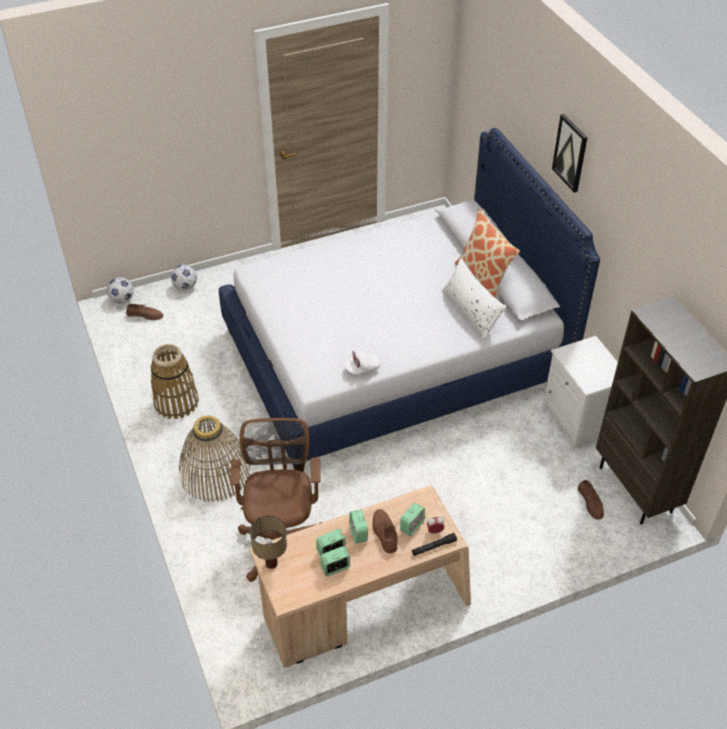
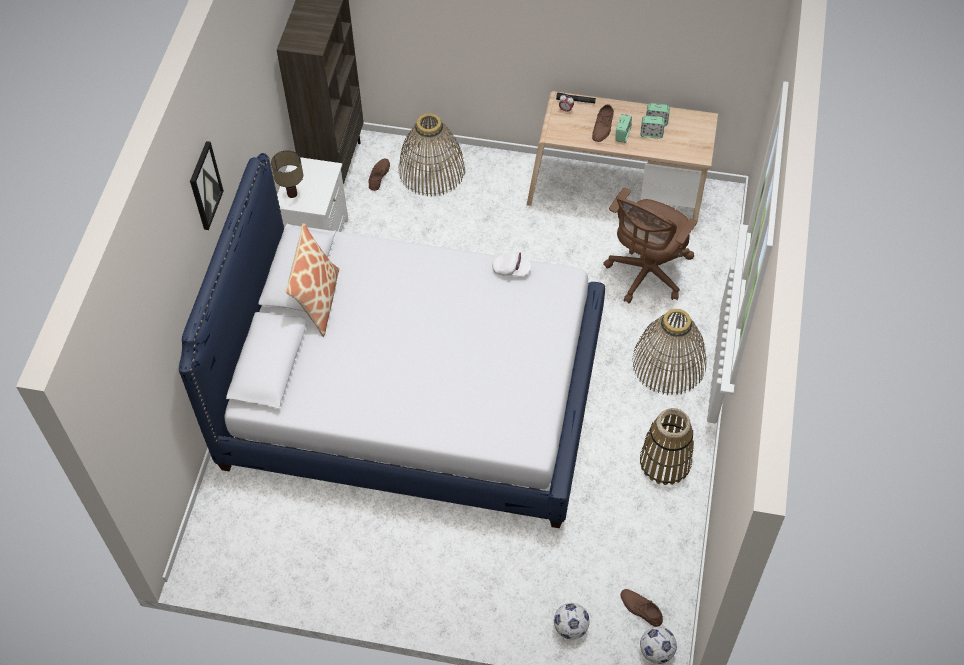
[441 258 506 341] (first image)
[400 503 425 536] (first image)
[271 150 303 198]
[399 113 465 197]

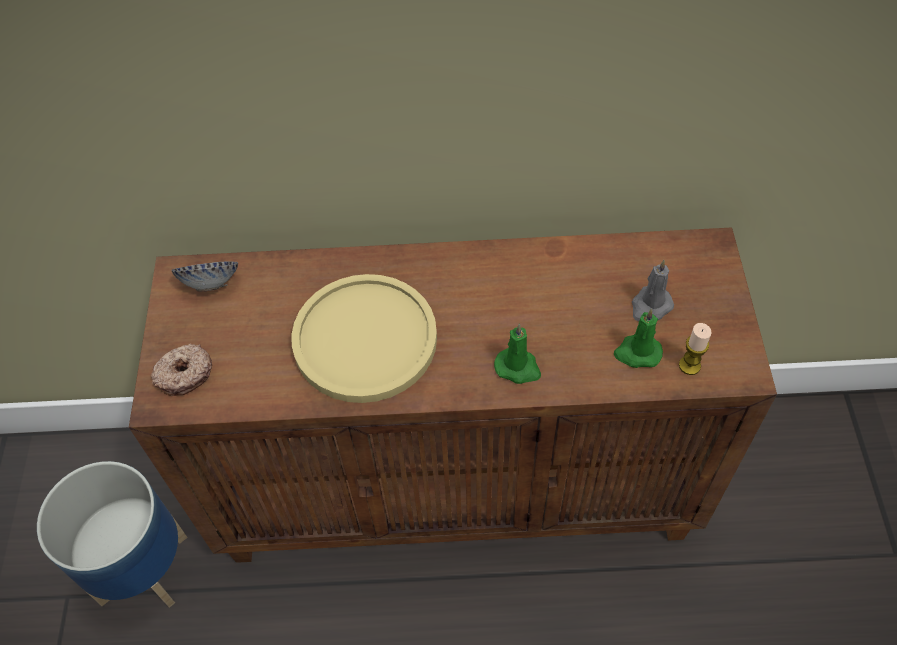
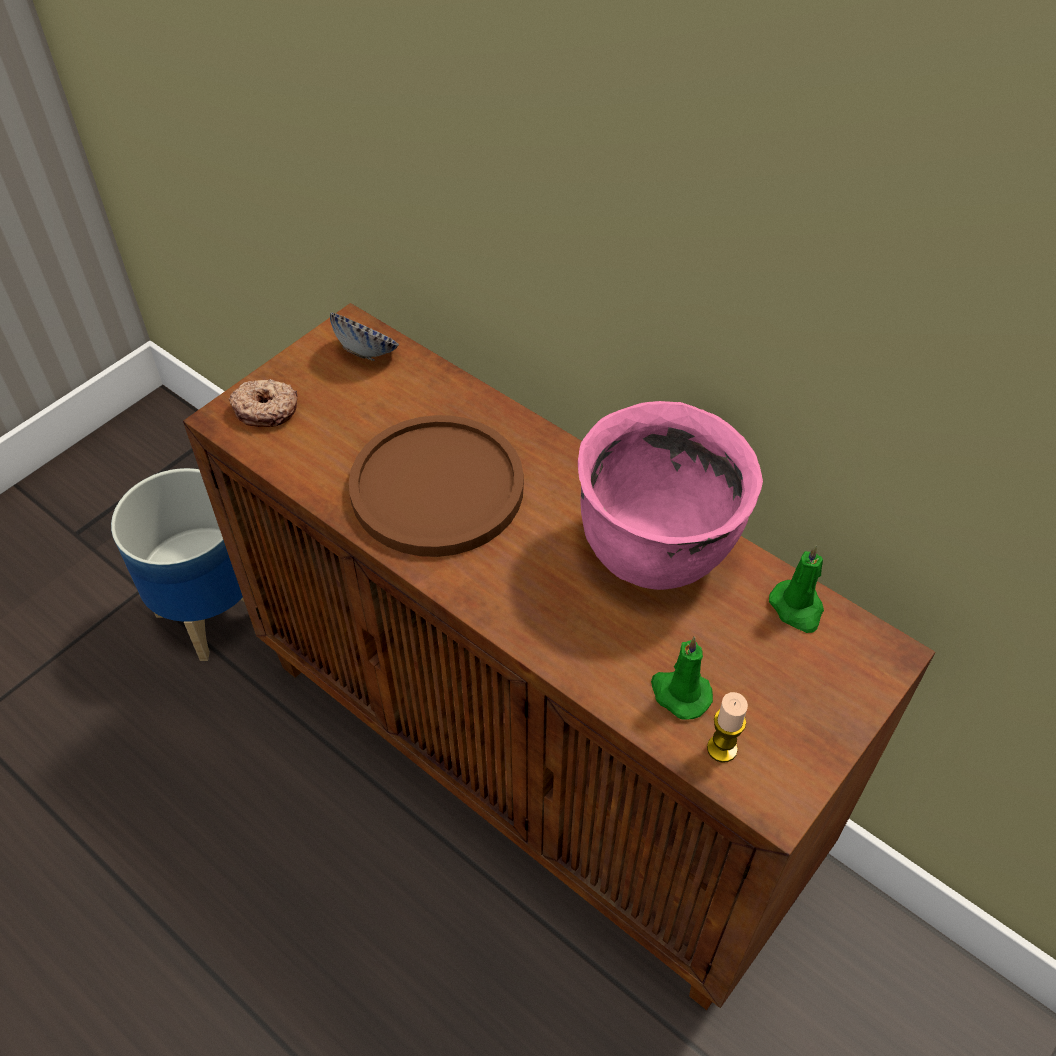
[632 260 674 322] (first image)
[349 415 524 557]
[769 545 824 633]
[578 401 763 590]

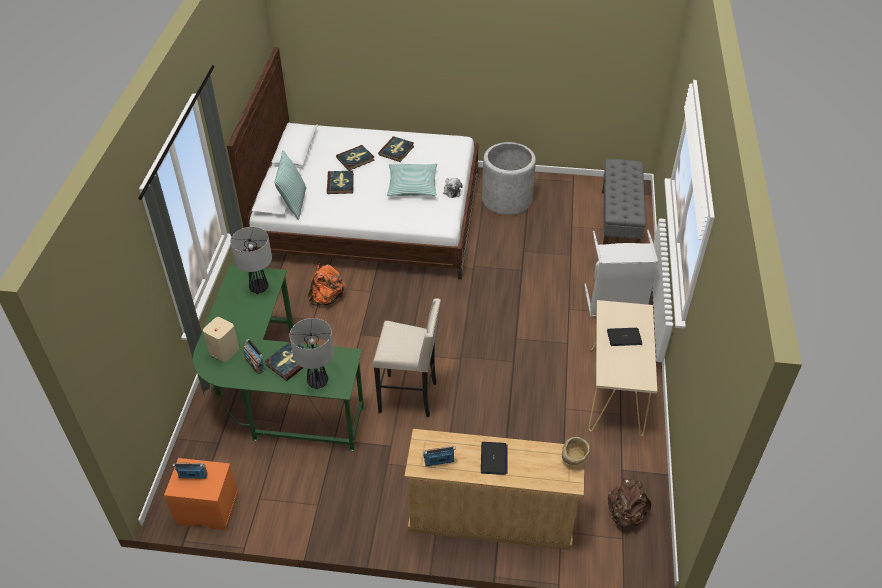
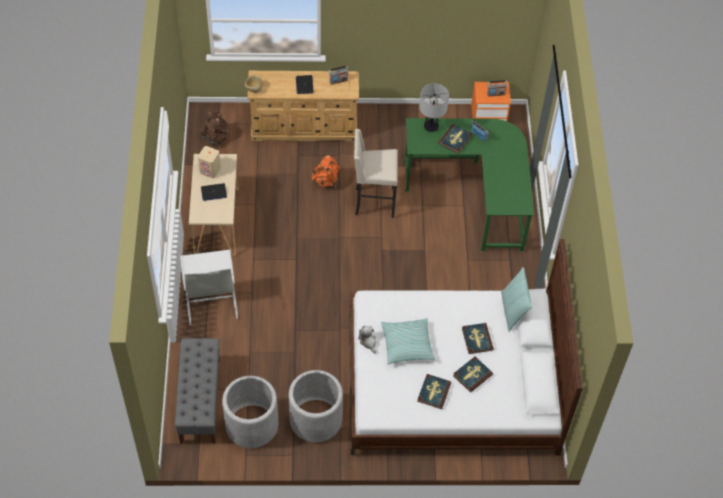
[230 227 272 294] (first image)
[312 155 340 189]
[198 146 221 178]
[222 376 278 448]

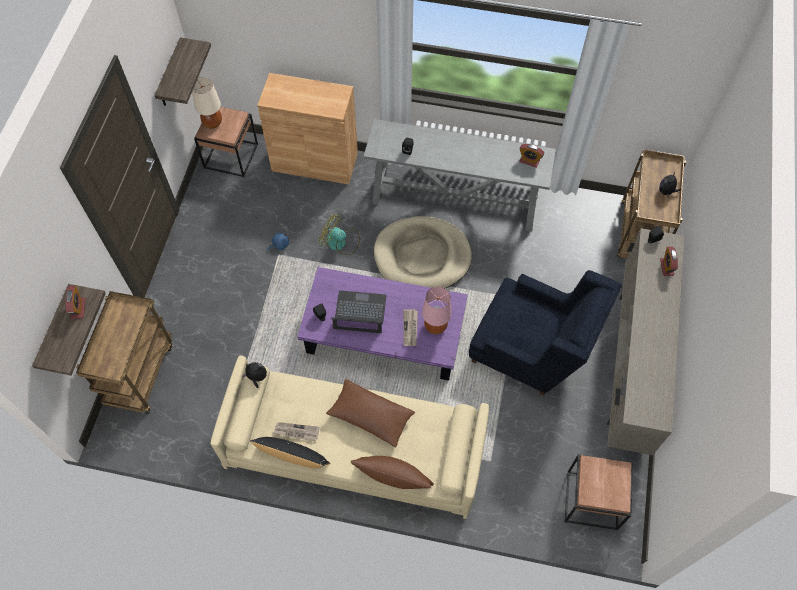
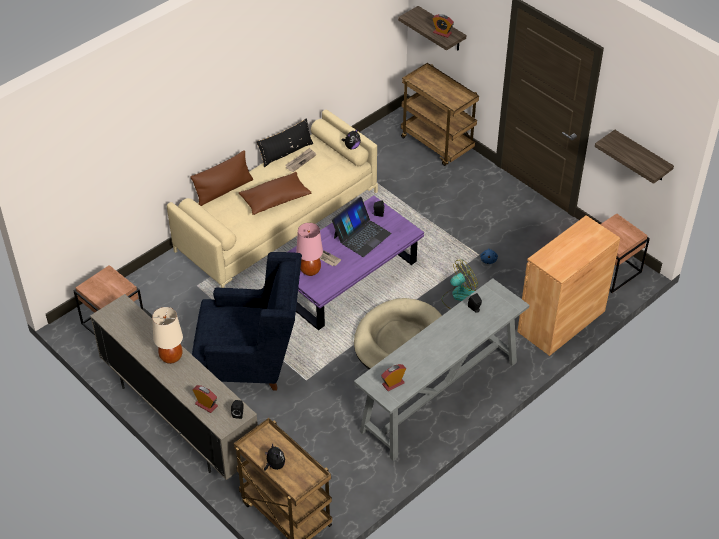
[152 307 183 364]
[192 252 302 391]

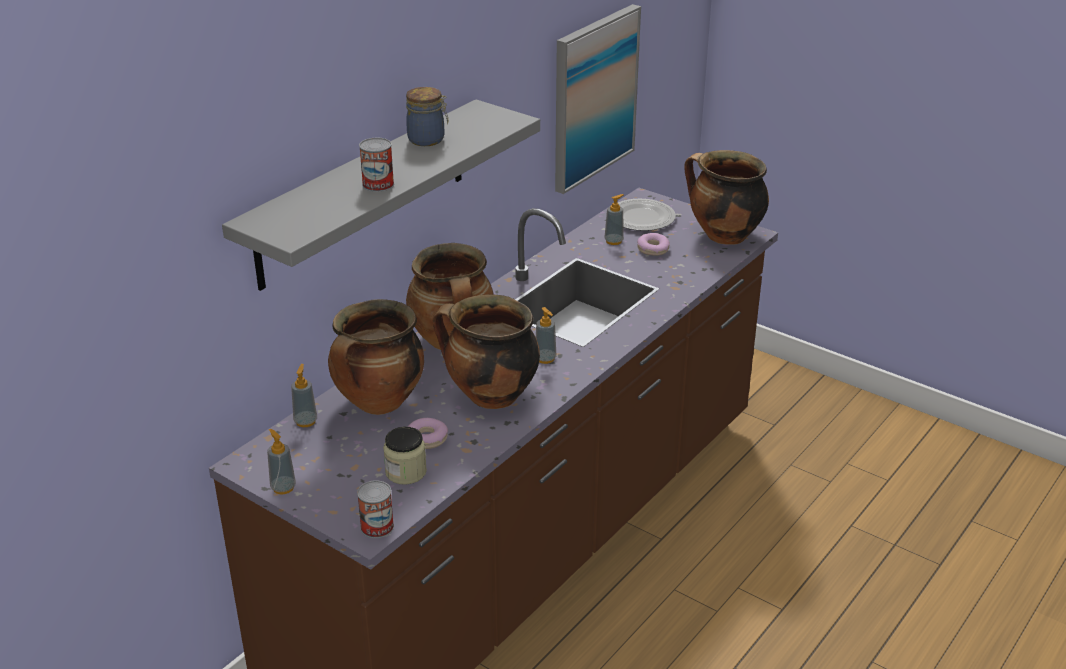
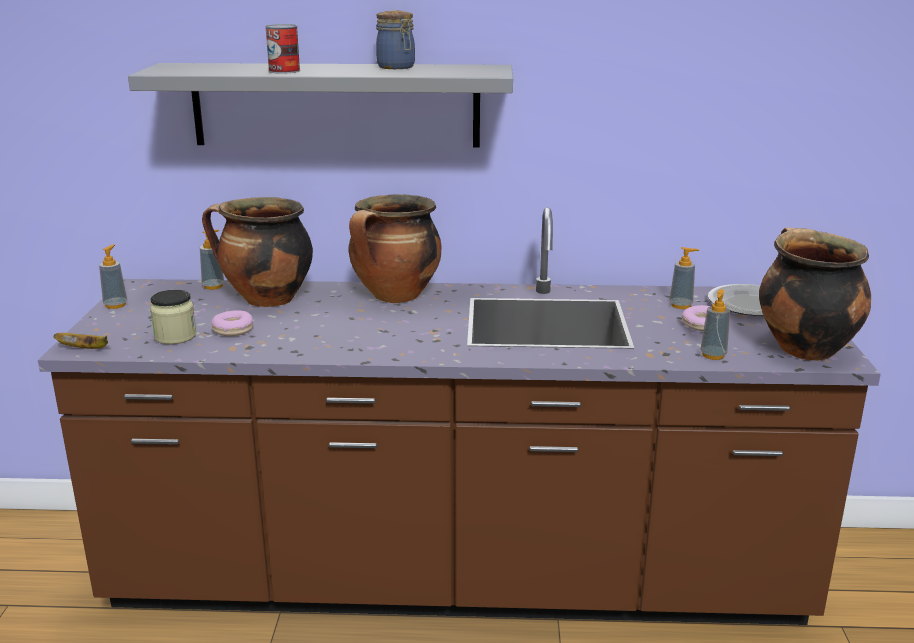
[555 4 641 194] (first image)
[433 294 540 409] (first image)
[700 289 730 360]
[54 333 108 349]

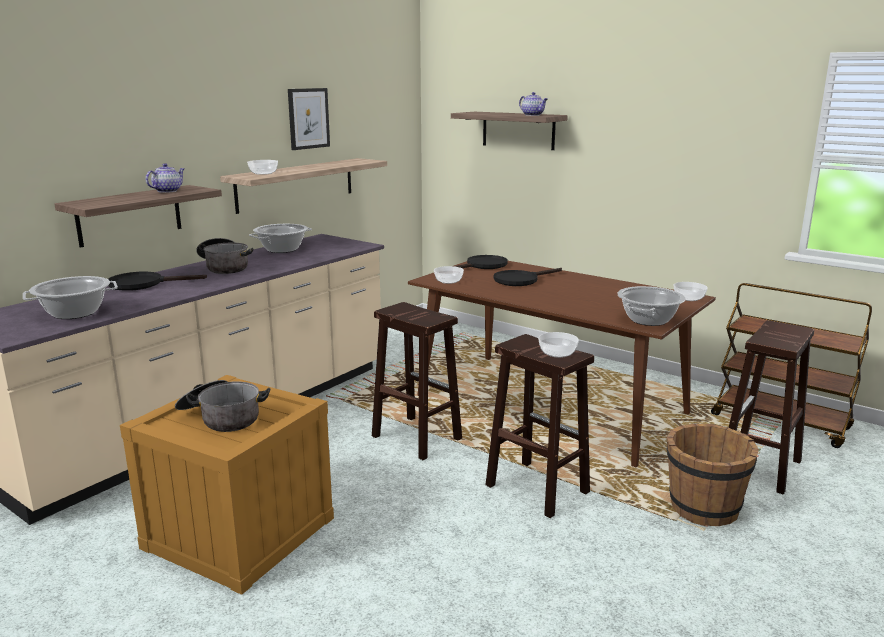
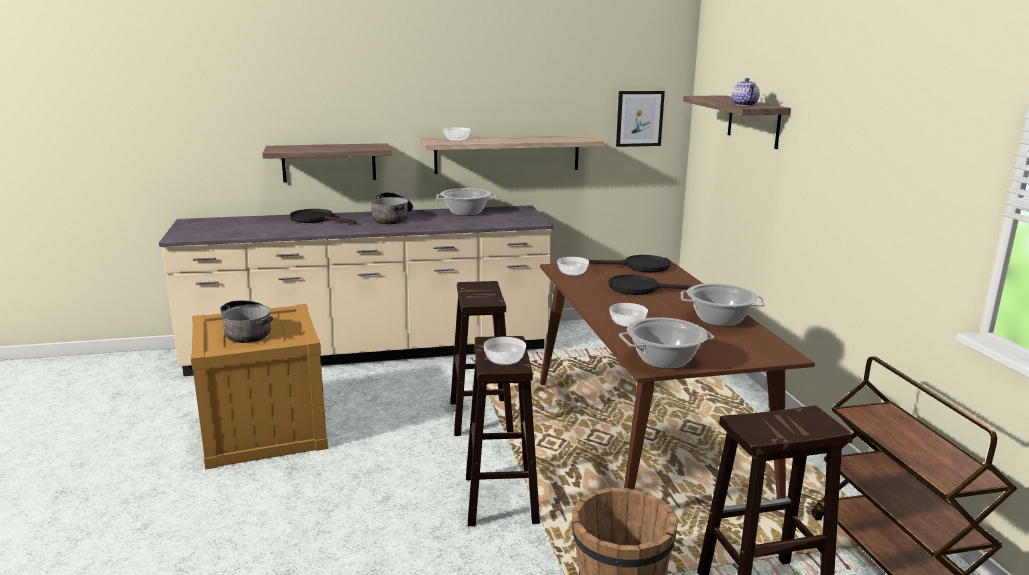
[616 91 665 147]
[146 163 185 193] (first image)
[681 283 765 327]
[609 303 648 327]

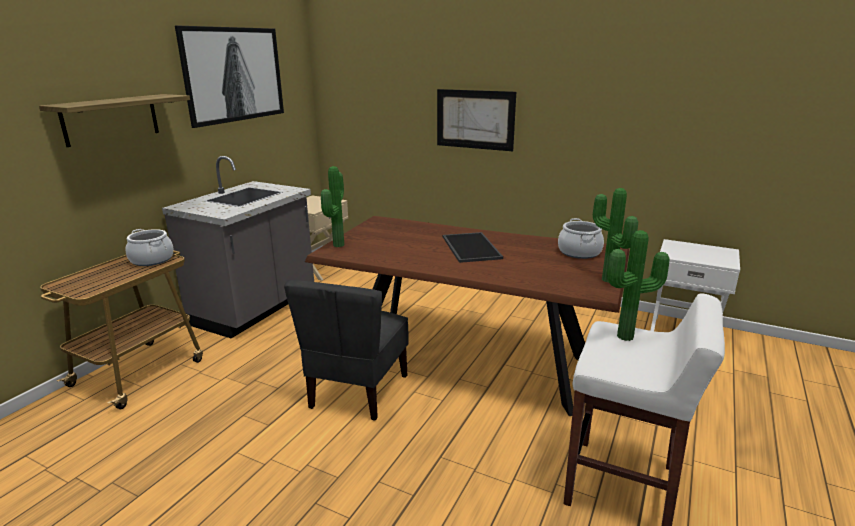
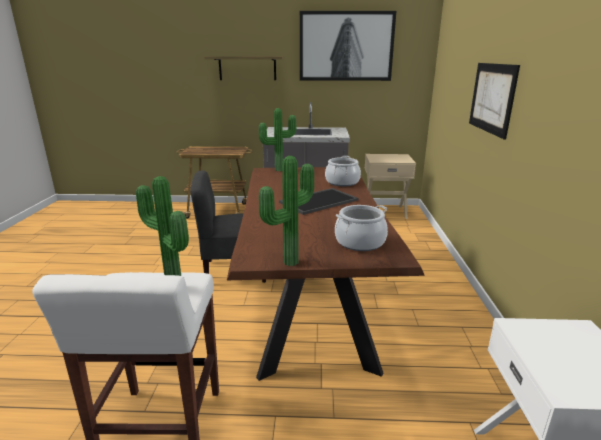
[325 156 361 186]

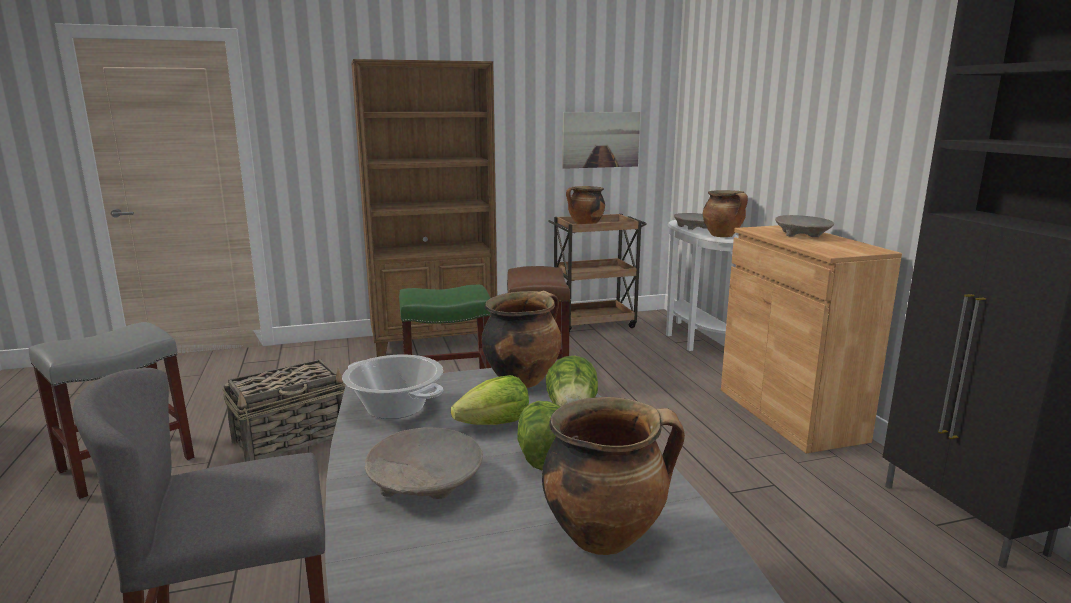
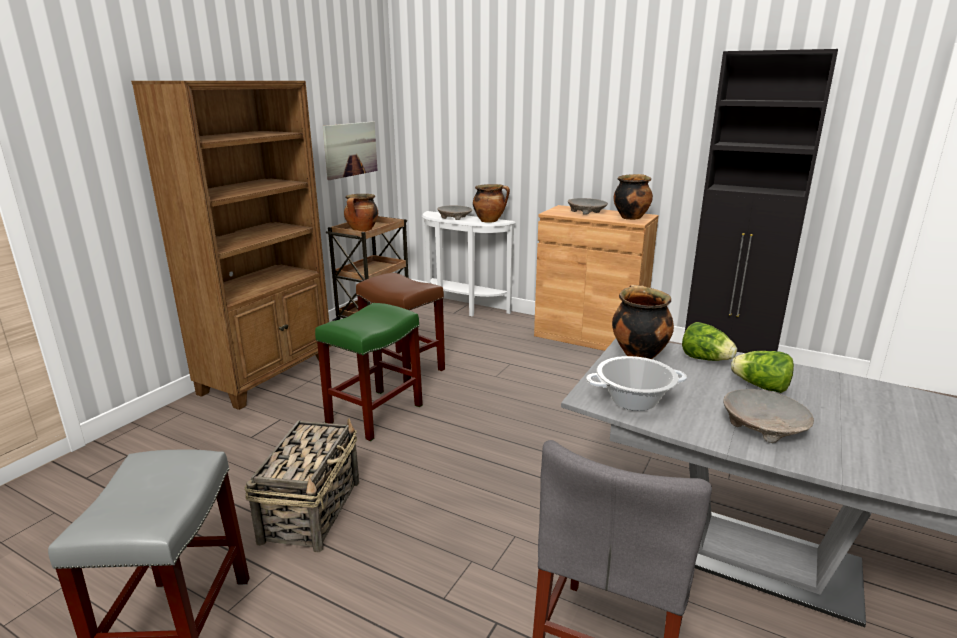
[451 375 529 425] (first image)
[614 174 653 220]

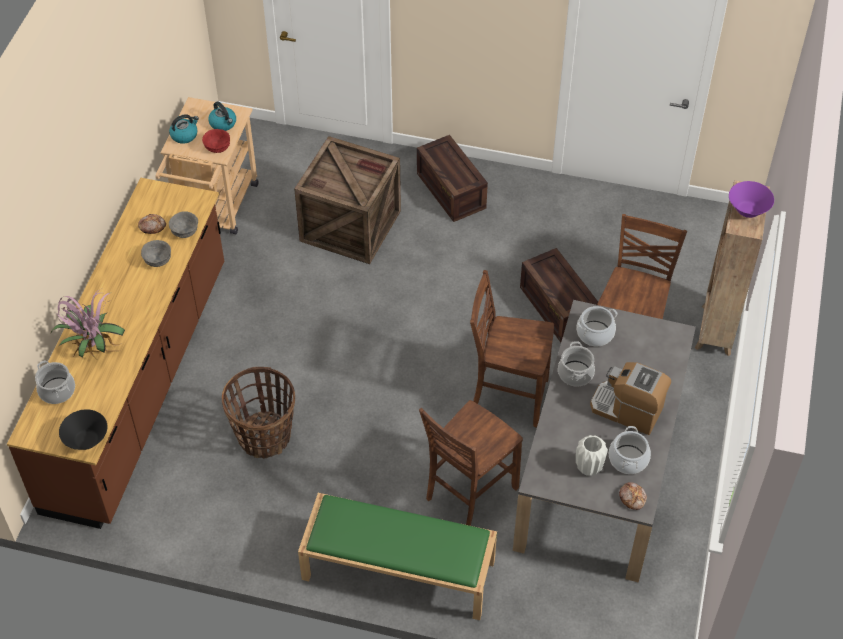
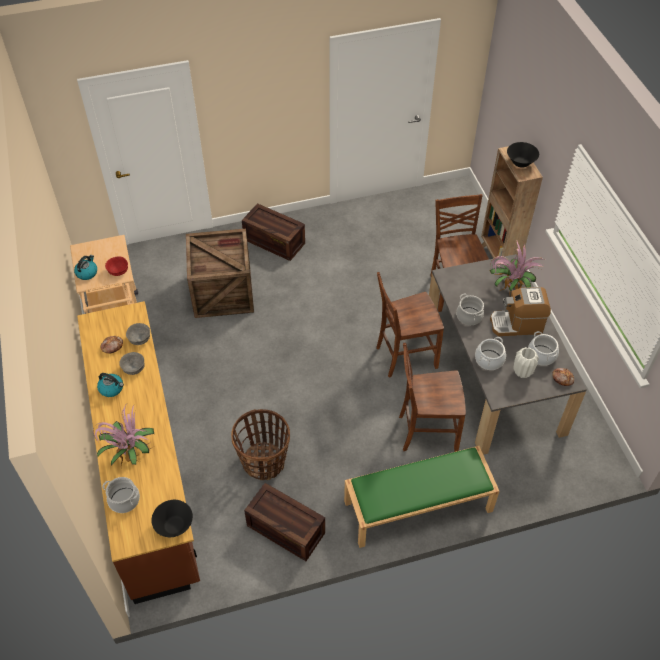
[97 373 124 397]
[507 142 539 168]
[244 483 325 561]
[475 337 506 370]
[399 343 466 452]
[489 240 544 297]

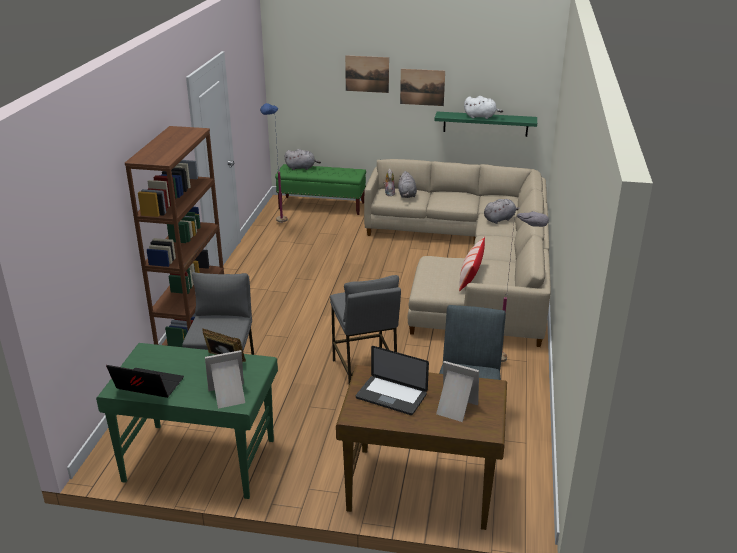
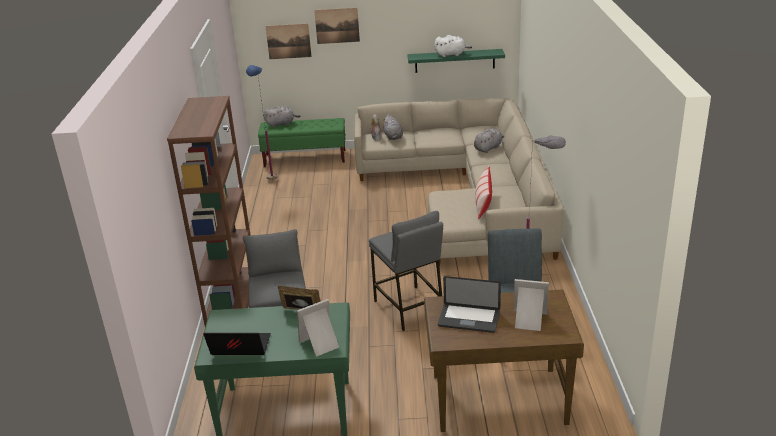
[265 24 312 59]

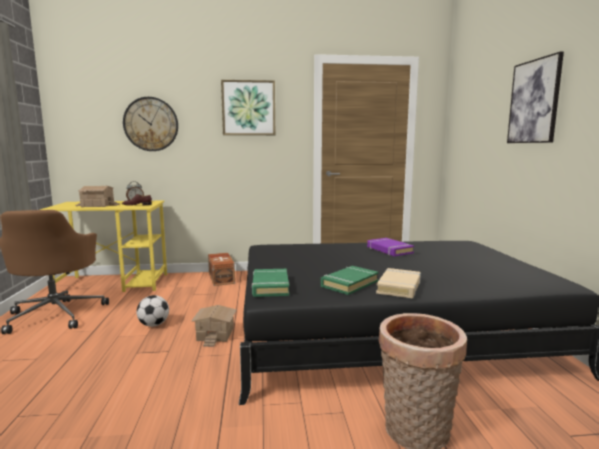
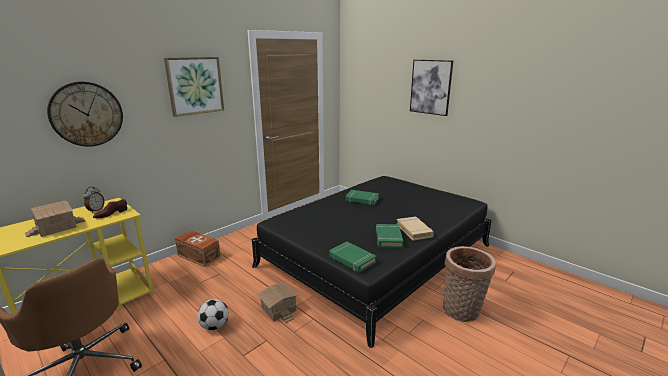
[346 190 379 205]

